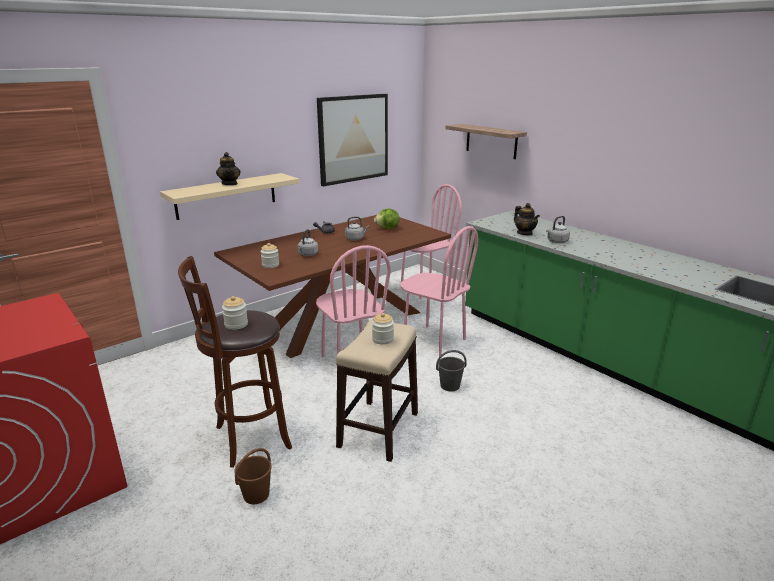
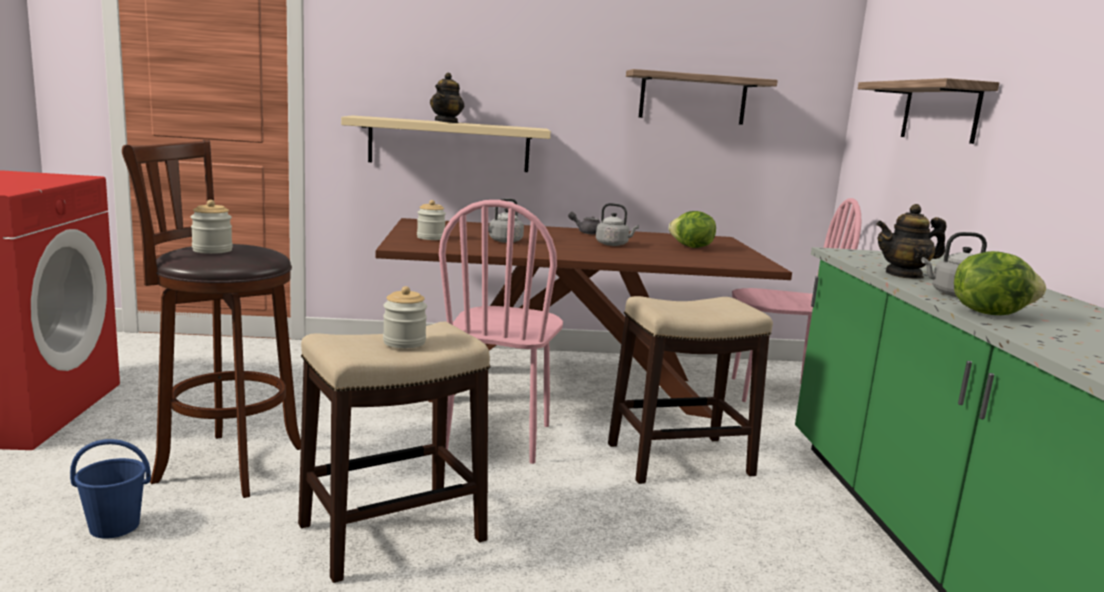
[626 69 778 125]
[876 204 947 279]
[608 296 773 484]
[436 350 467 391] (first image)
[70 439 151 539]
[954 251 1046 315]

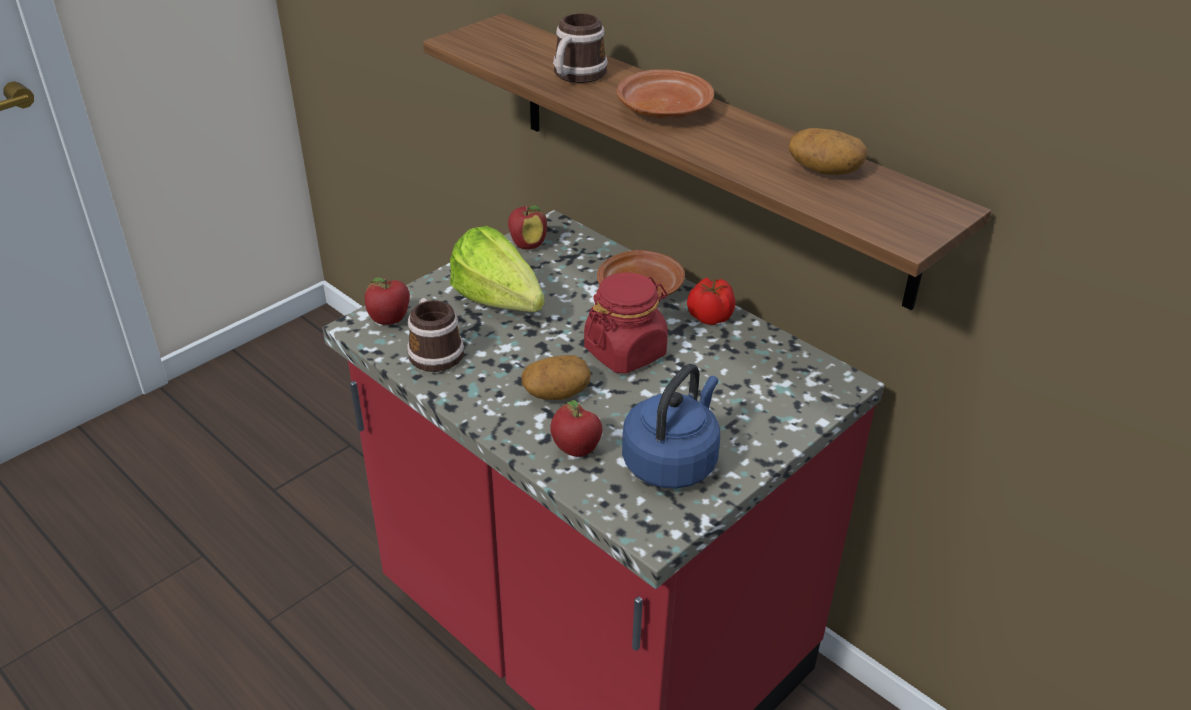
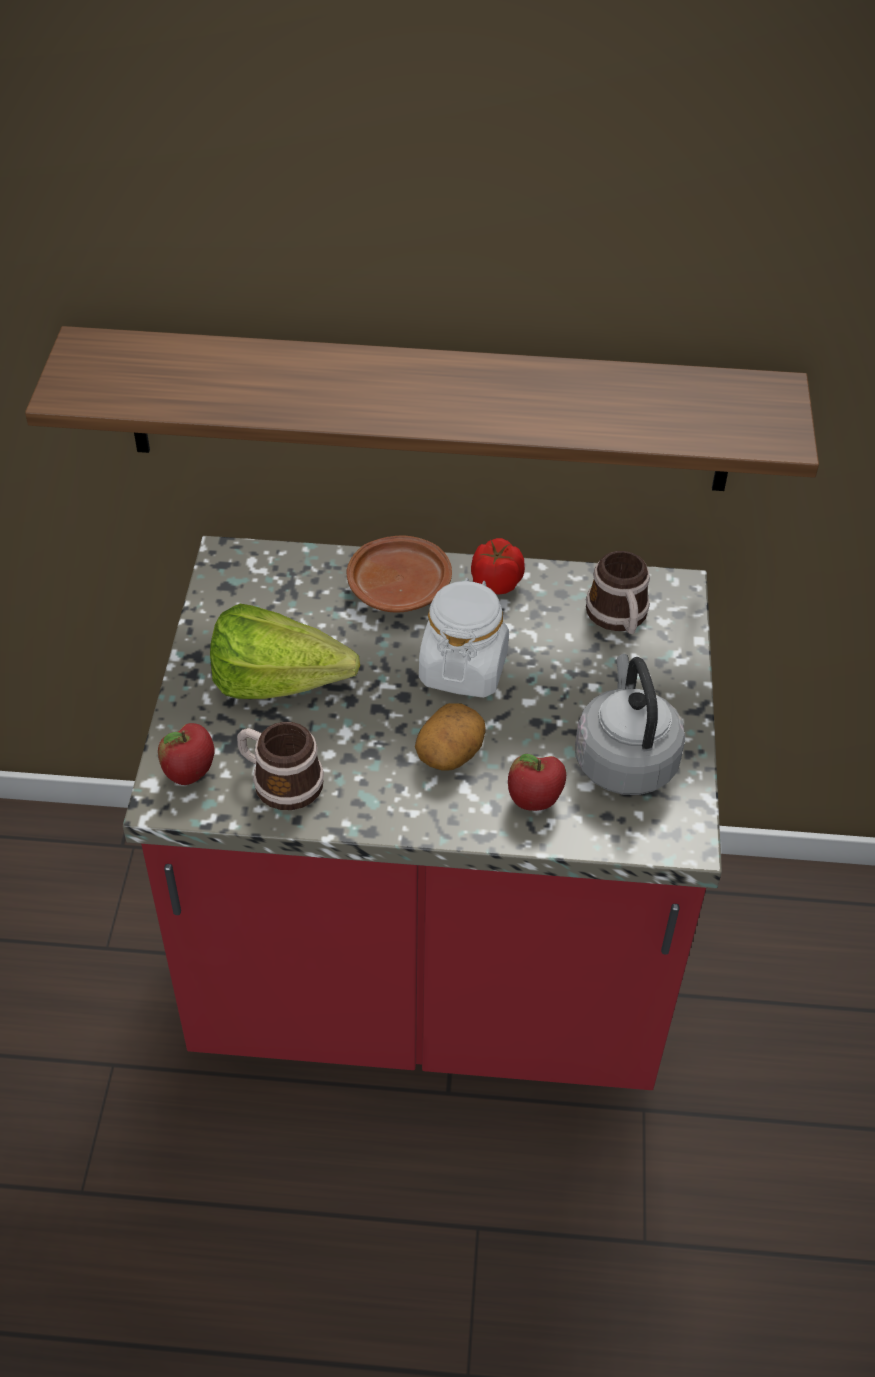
[586 551 650 634]
[617 69 714 119] (first image)
[789 128 867 175] (first image)
[508 205 547 250] (first image)
[419 578 509 698]
[575 654 685 795]

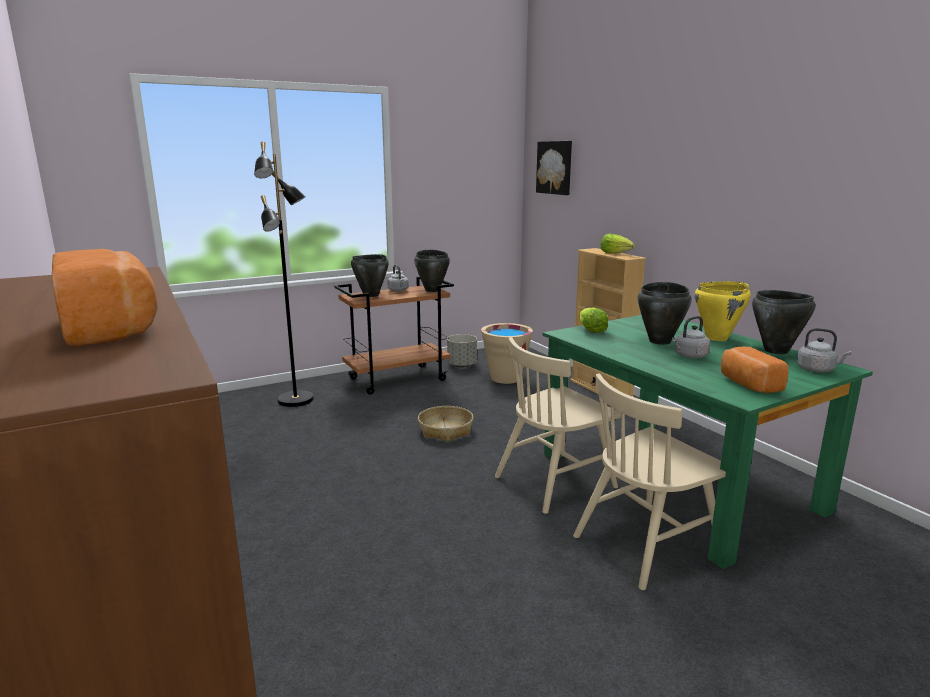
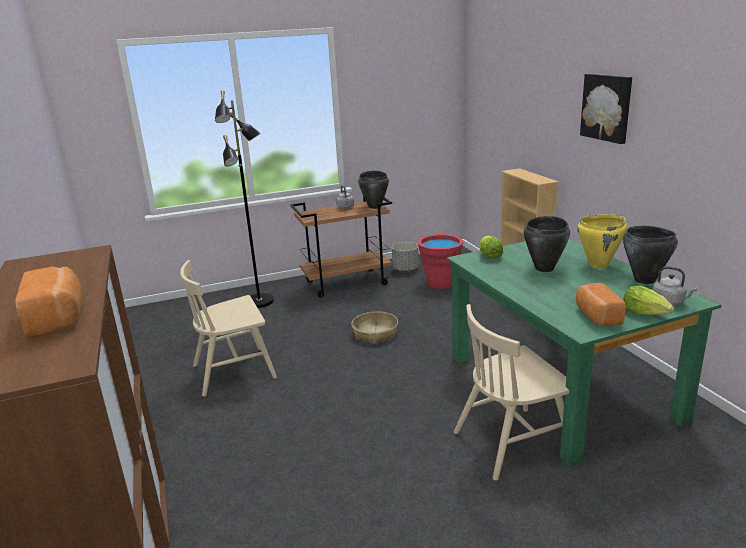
[580 74 632 144]
[623 285 675 315]
[351 254 389 297] (first image)
[672 316 710 358] (first image)
[418 234 463 289]
[180 260 277 397]

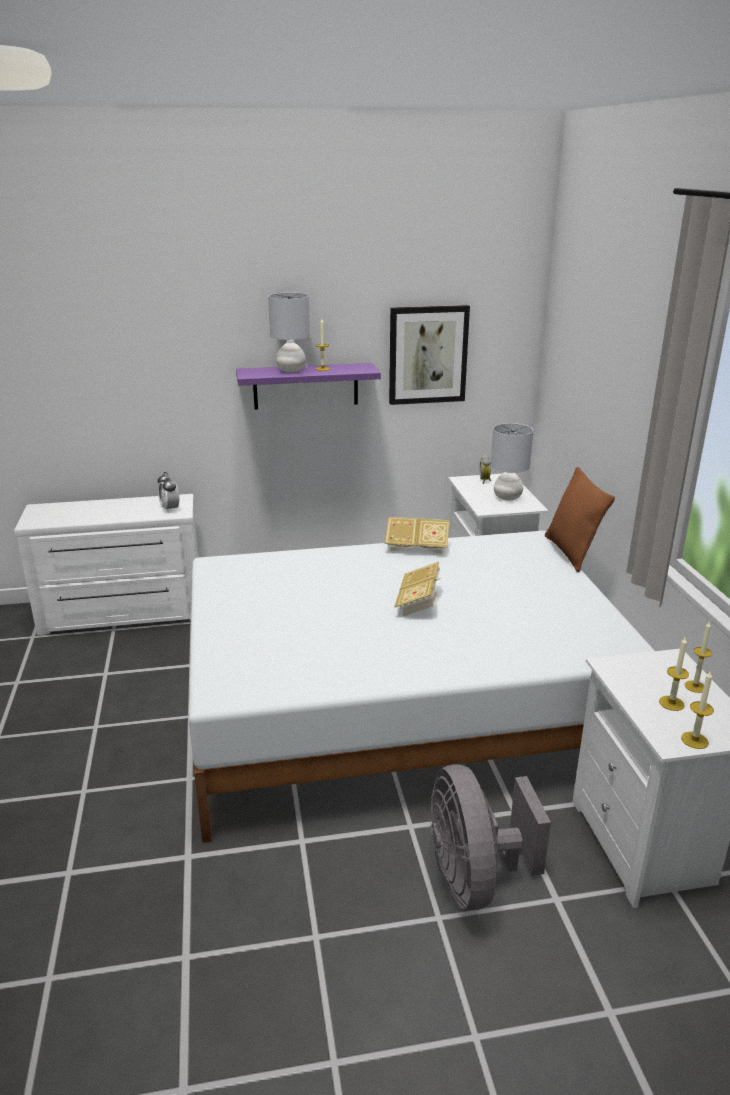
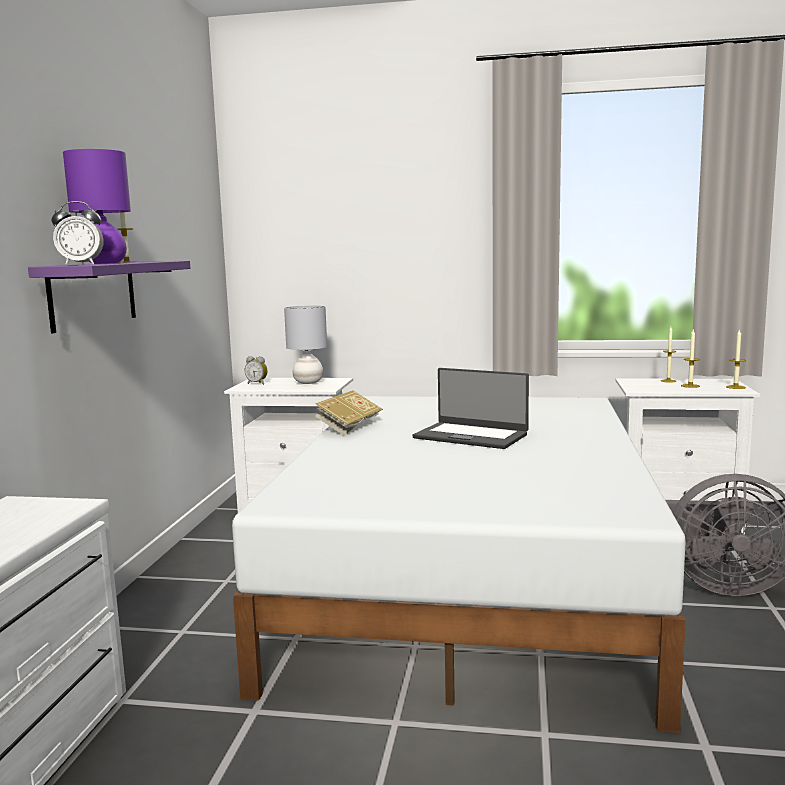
[63 149 131 264]
[389 305 470 405] (first image)
[545 467 615 572] (first image)
[51 201 104 265]
[413 368 529 449]

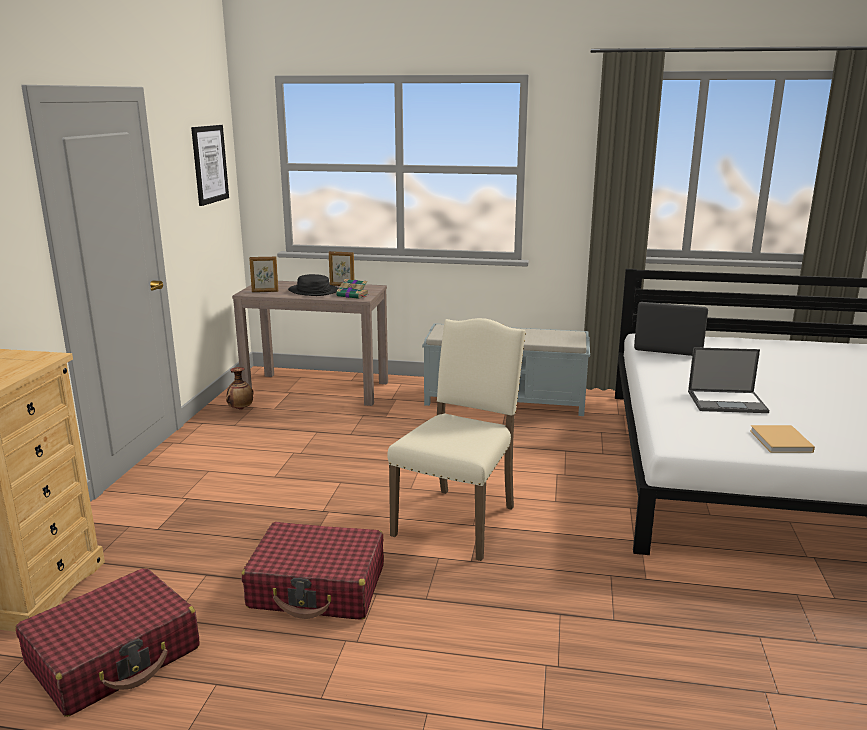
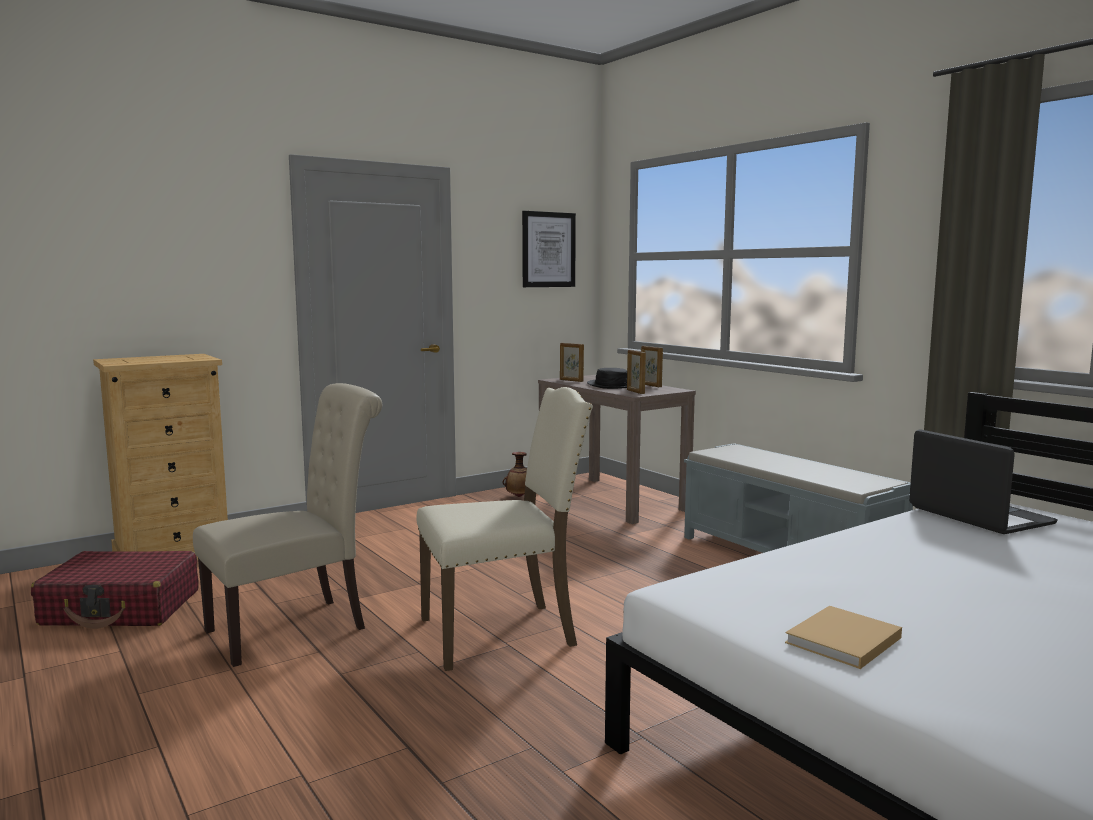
[627 350 646 394]
[688 347 769 413] (first image)
[193 383 382 667]

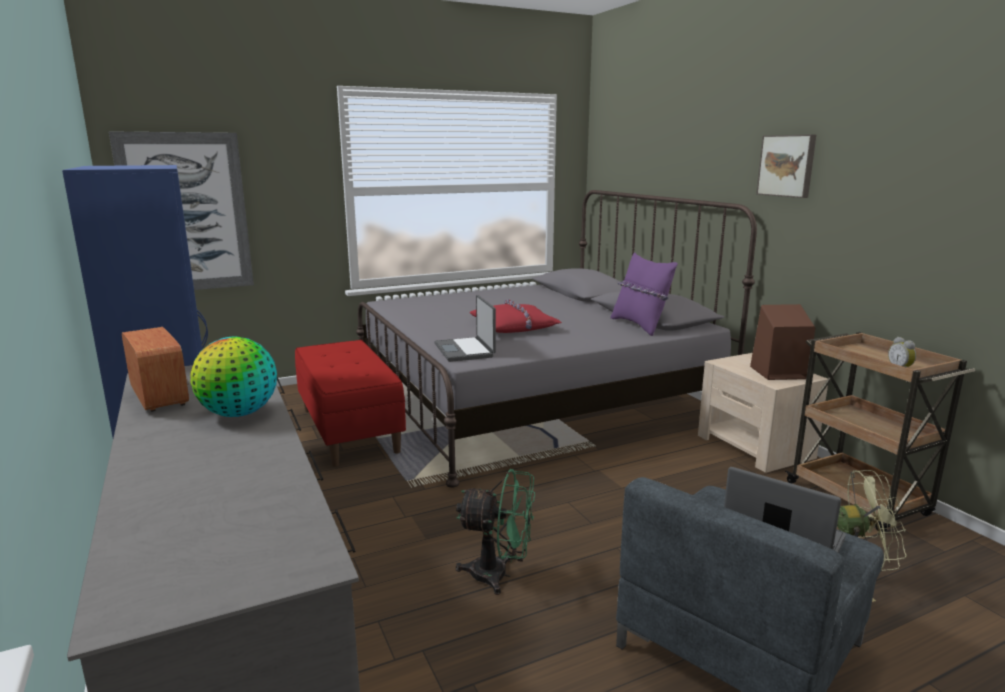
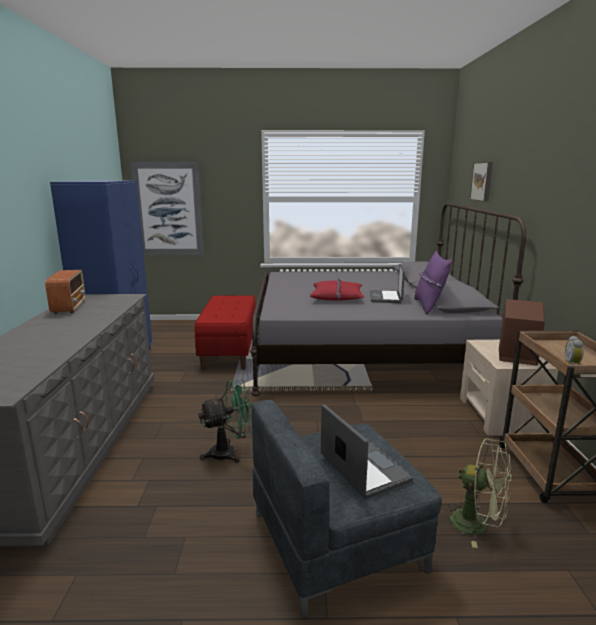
[470 162 493 202]
[370 264 405 303]
[191 337 277 417] (first image)
[199 379 252 463]

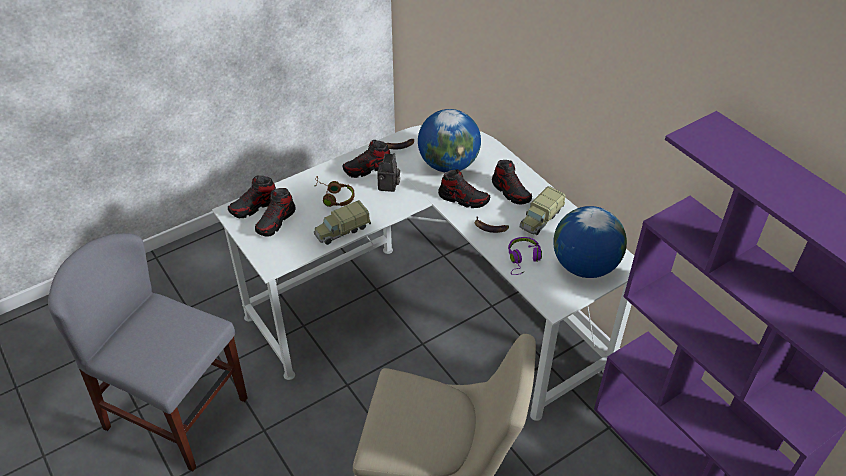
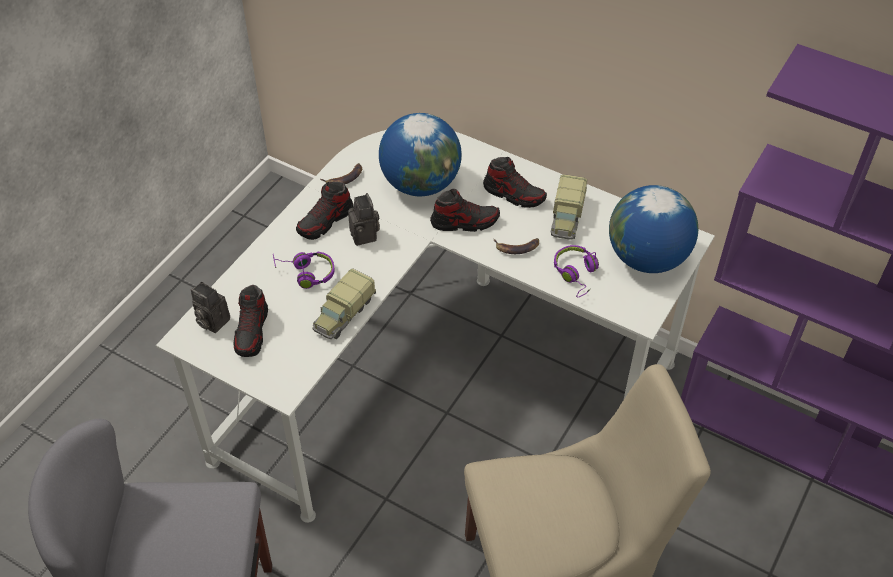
[191 282 230 333]
[273 252 335 289]

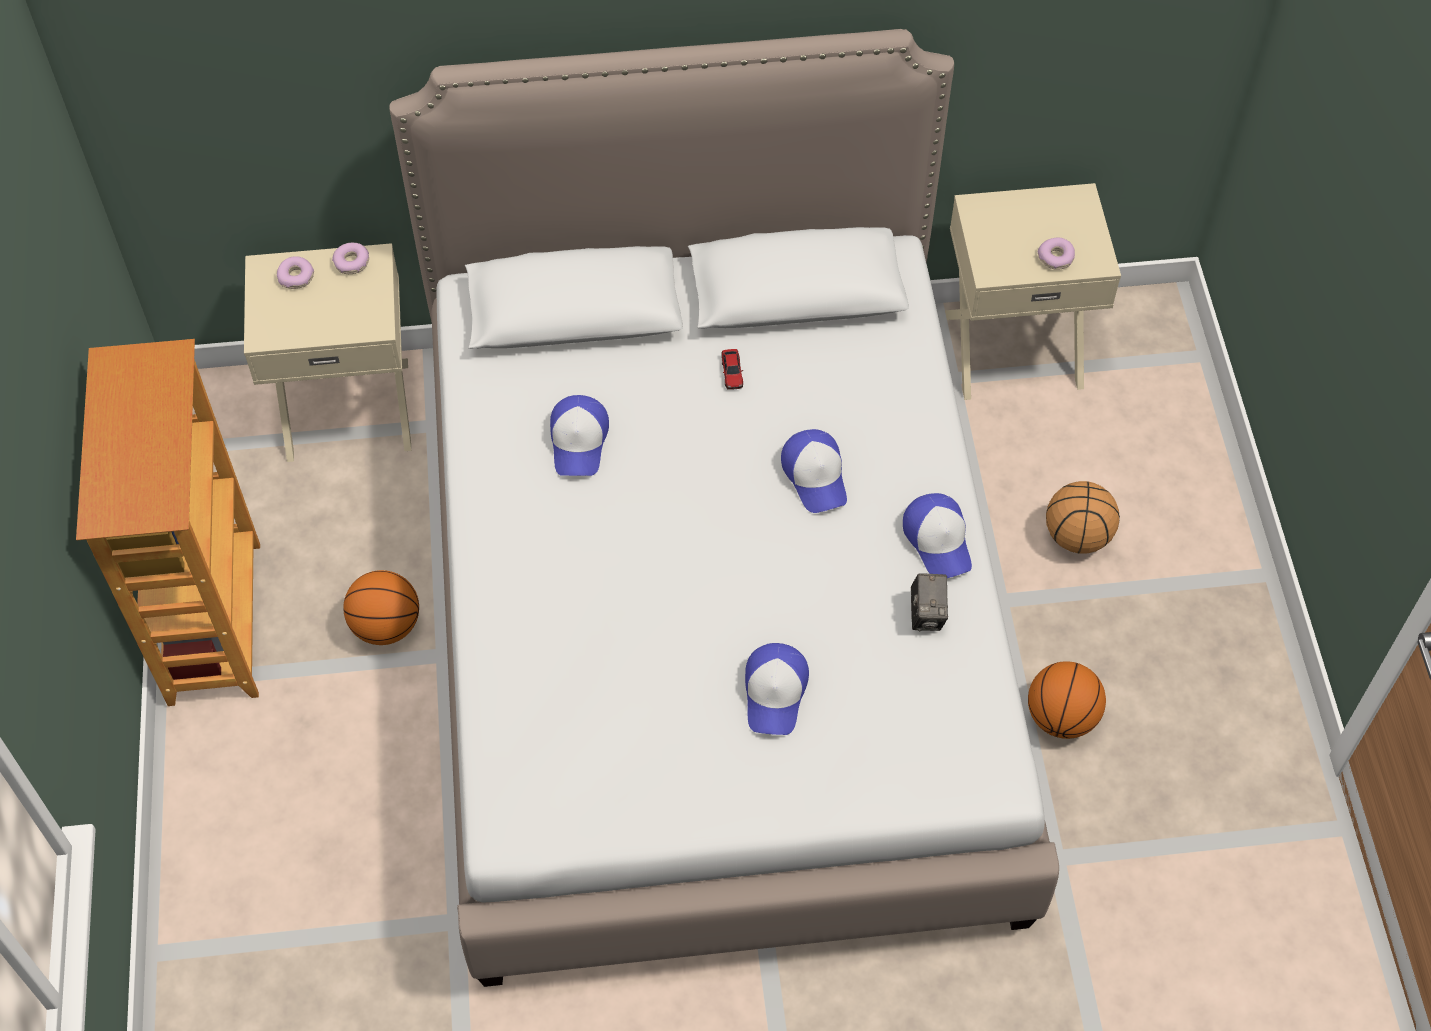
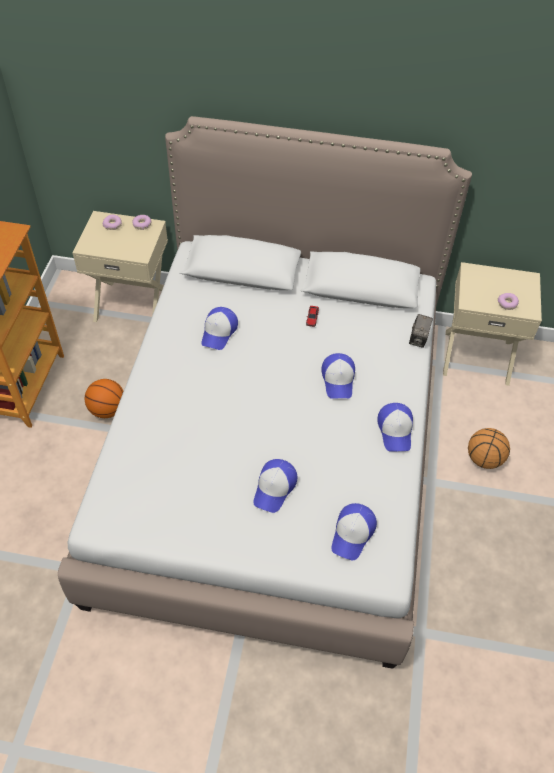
[409 314 433 348]
[1028 661 1106 739] (first image)
[332 503 377 560]

